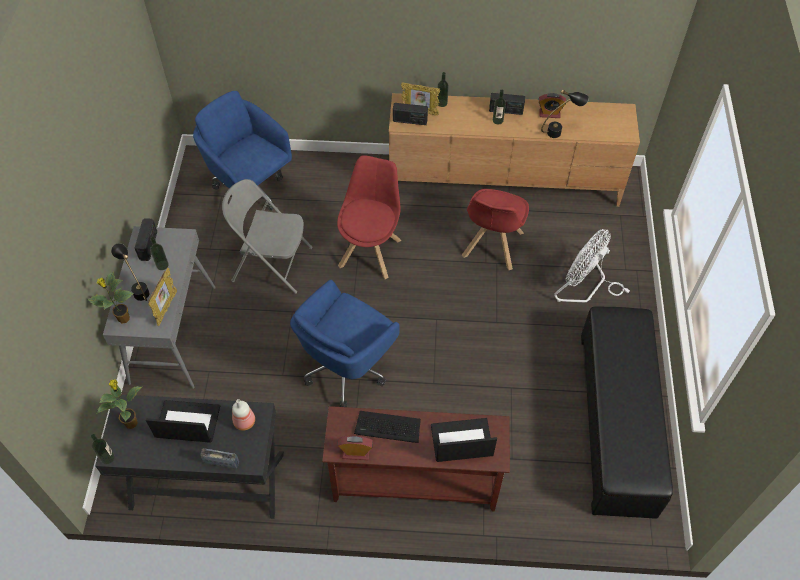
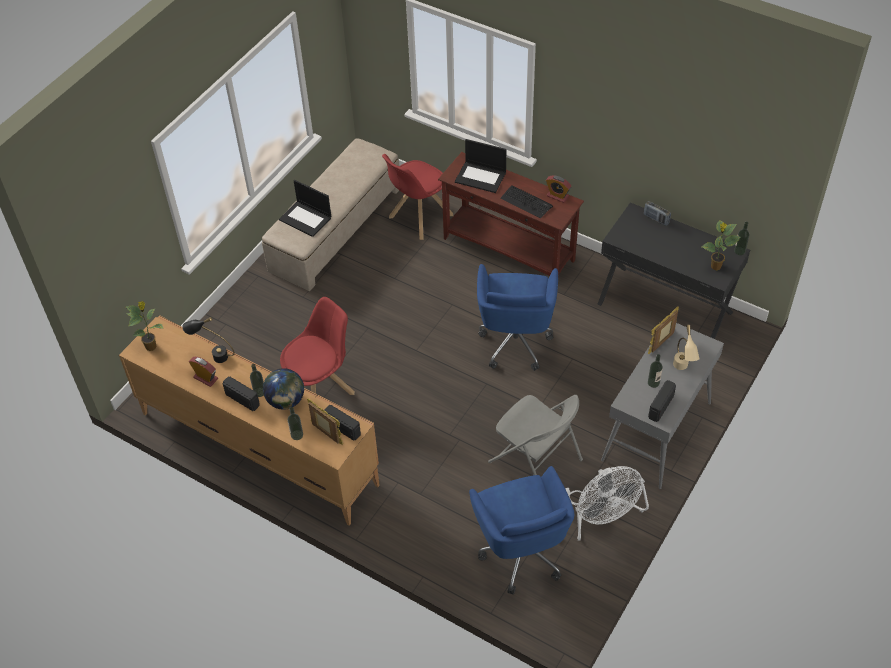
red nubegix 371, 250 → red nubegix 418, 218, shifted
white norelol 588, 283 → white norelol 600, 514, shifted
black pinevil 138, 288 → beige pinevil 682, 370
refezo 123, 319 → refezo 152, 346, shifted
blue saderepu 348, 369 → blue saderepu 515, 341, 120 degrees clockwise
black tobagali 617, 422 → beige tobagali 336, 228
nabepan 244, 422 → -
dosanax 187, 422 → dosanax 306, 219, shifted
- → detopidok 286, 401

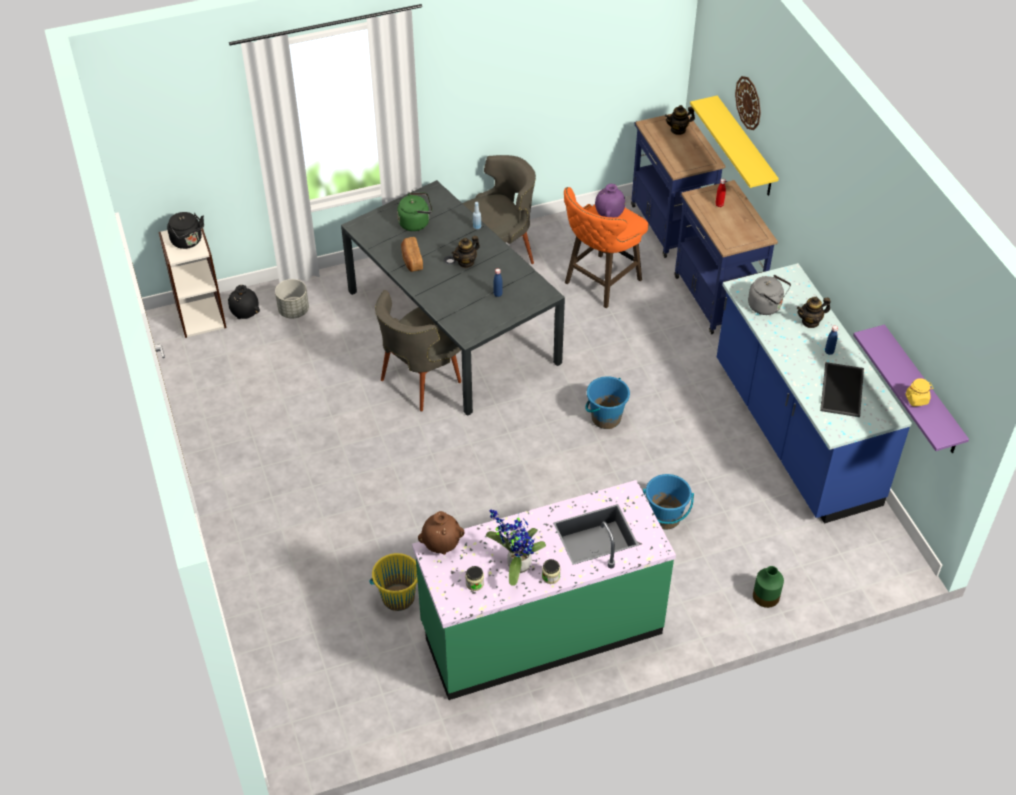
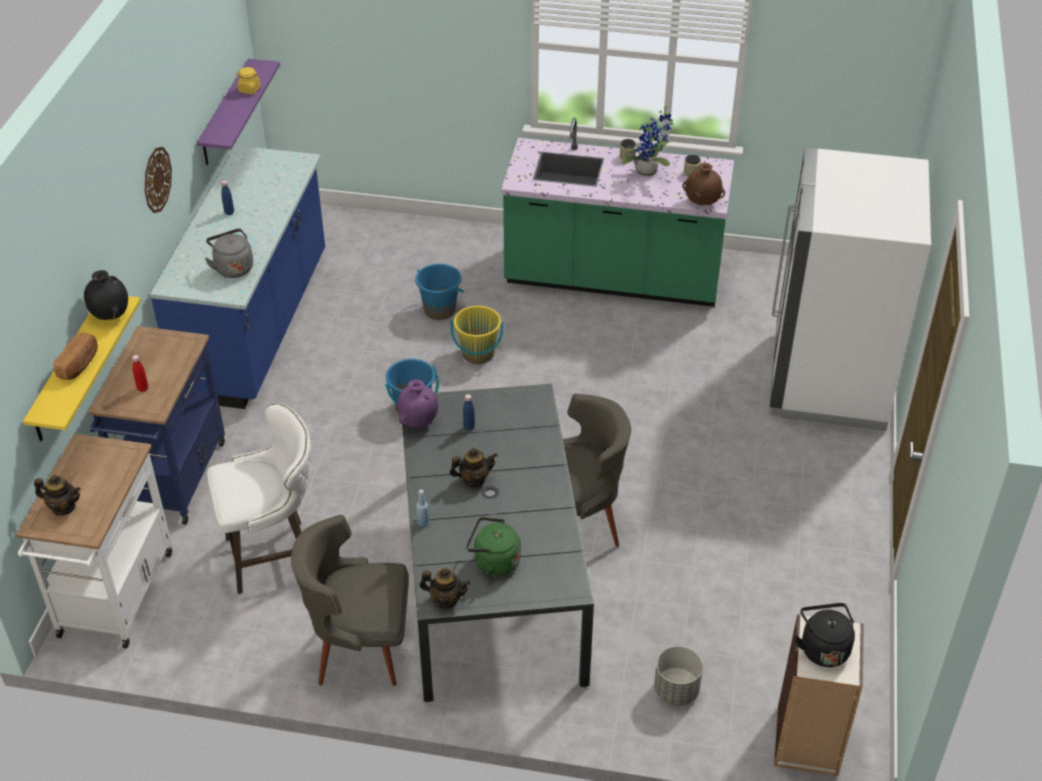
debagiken 748, 103 → debagiken 156, 179, shifted
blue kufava 668, 224 → white kufava 114, 597
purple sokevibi 609, 216 → purple sokevibi 418, 421, shifted
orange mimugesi 600, 283 → white mimugesi 275, 555
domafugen 411, 260 → domafugen 79, 364, shifted
black sokevibi 246, 315 → black sokevibi 110, 315, shifted
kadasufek 810, 322 → kadasufek 446, 600, shifted
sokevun 841, 389 → -
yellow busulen 398, 597 → yellow busulen 478, 354, shifted
green sokevibi 766, 596 → -
- → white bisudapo 828, 379

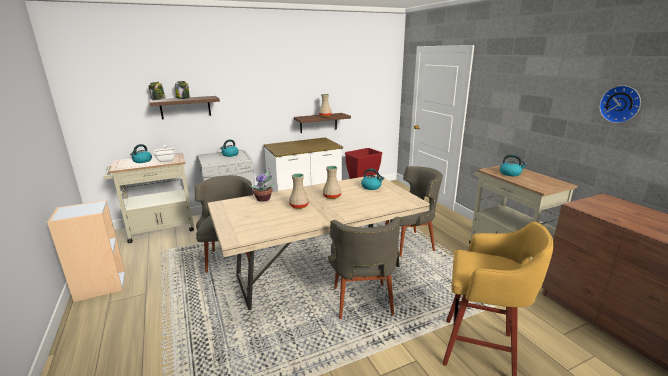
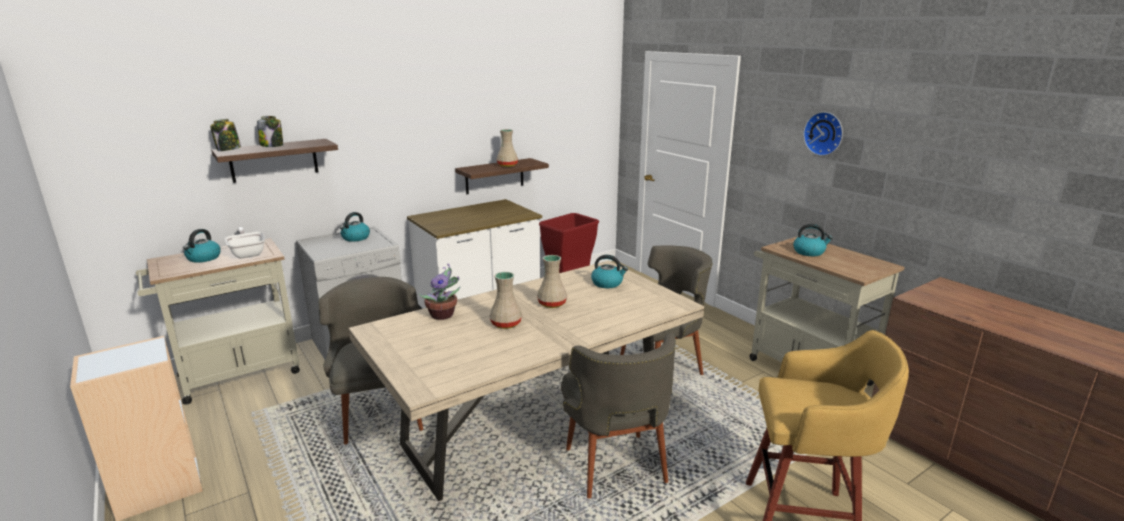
debagiken 621, 104 → debagiken 824, 133, shifted

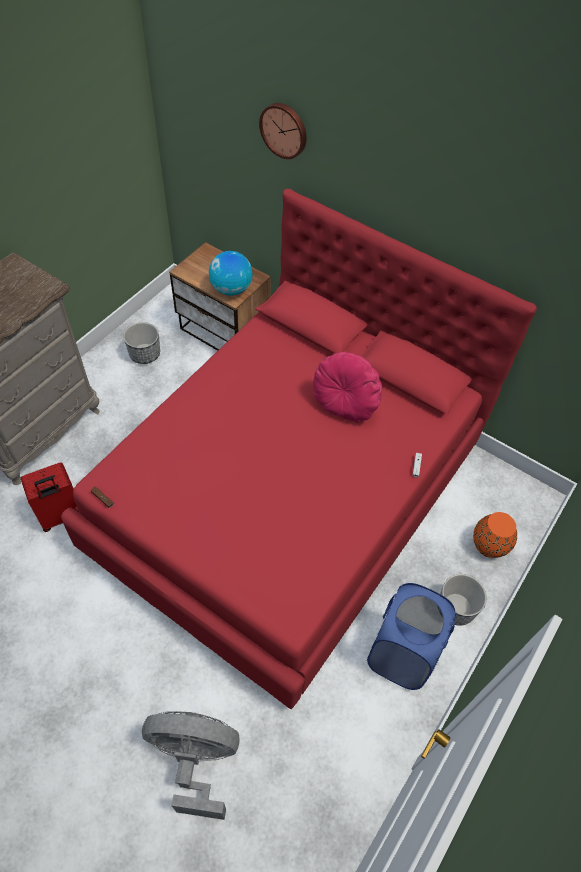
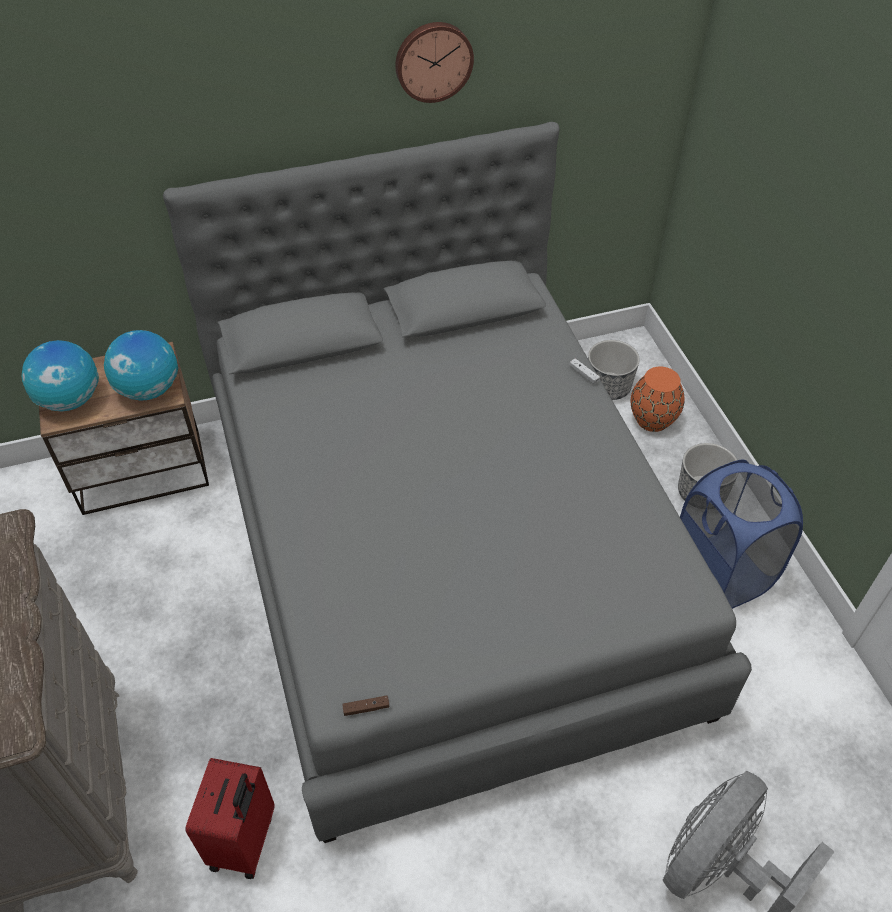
debagiken 284, 130 → debagiken 433, 61, shifted
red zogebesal 287, 496 → grey zogebesal 446, 555
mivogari 145, 354 → mivogari 608, 386, shifted
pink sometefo 344, 407 → -
- → detopidok 70, 400

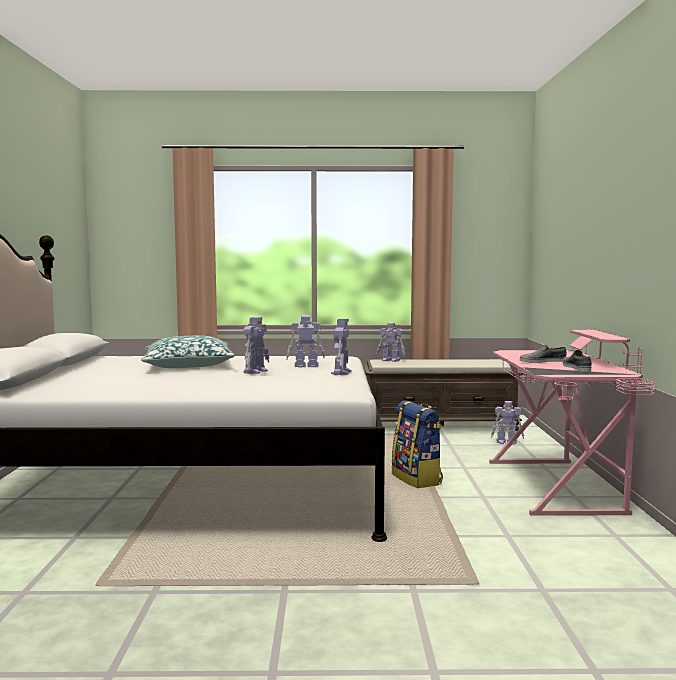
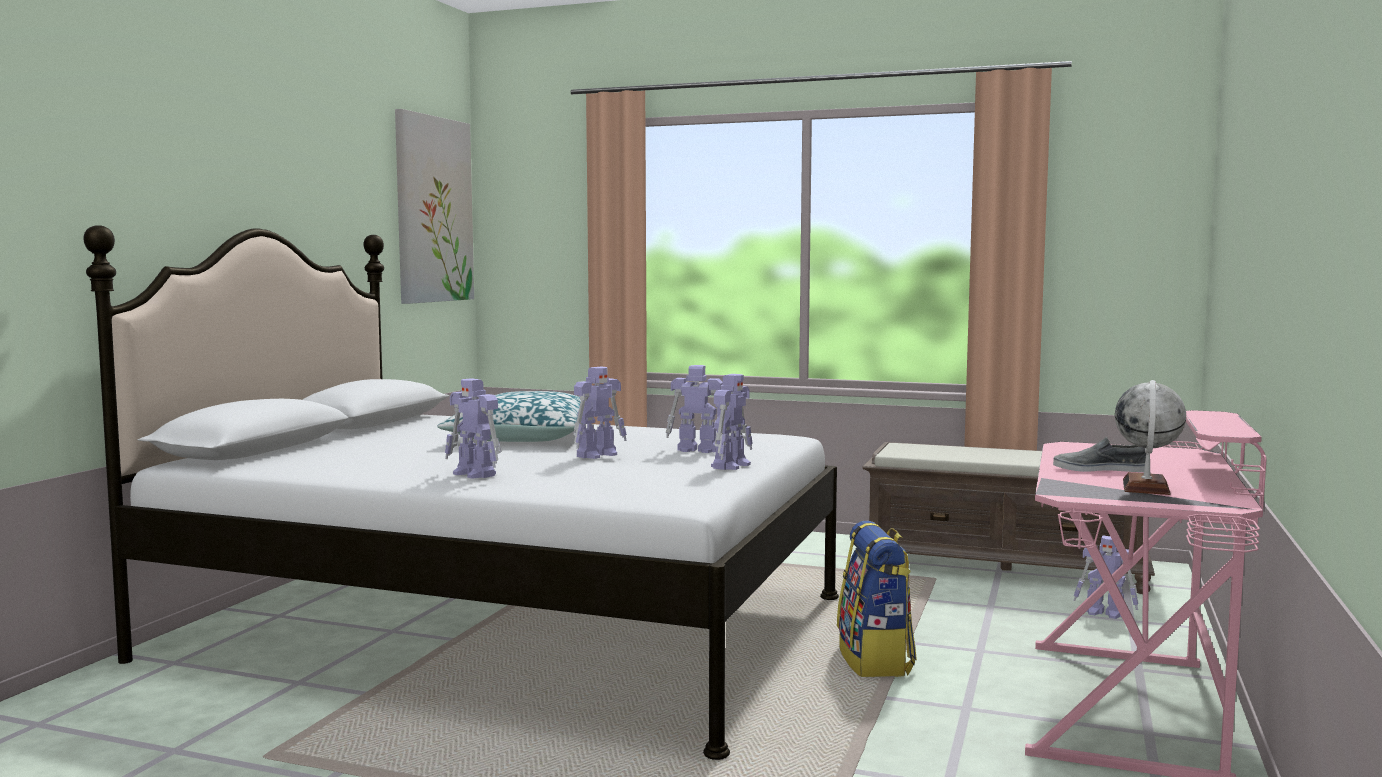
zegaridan 391, 360 → zegaridan 475, 474, shifted
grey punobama 577, 368 → detopidok 1146, 487
- → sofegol 433, 210

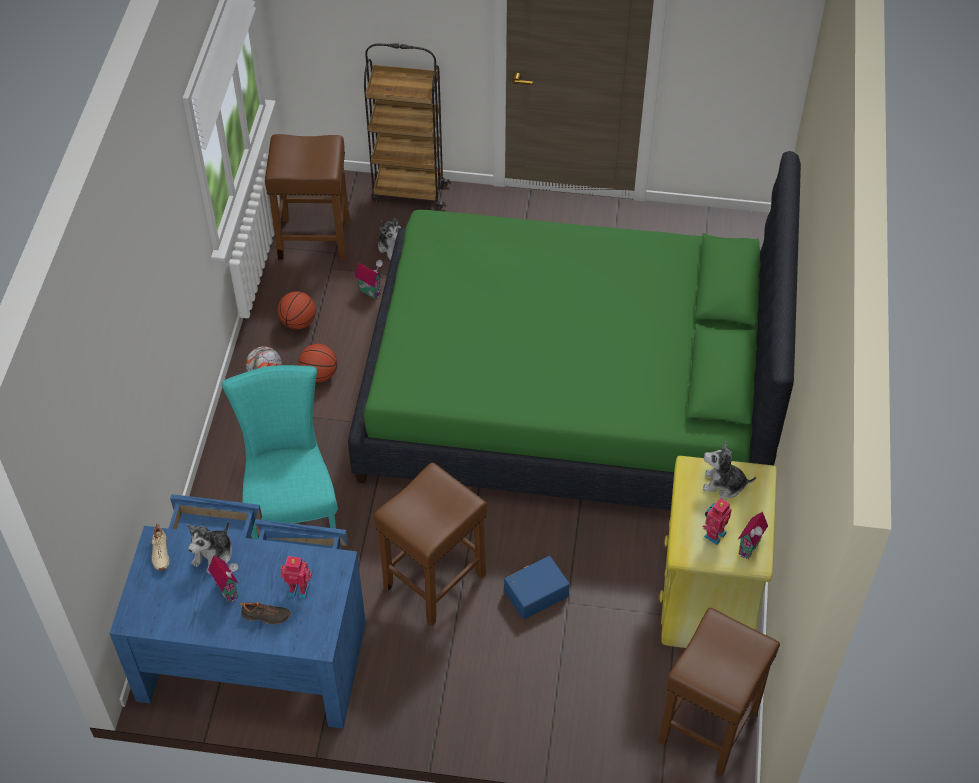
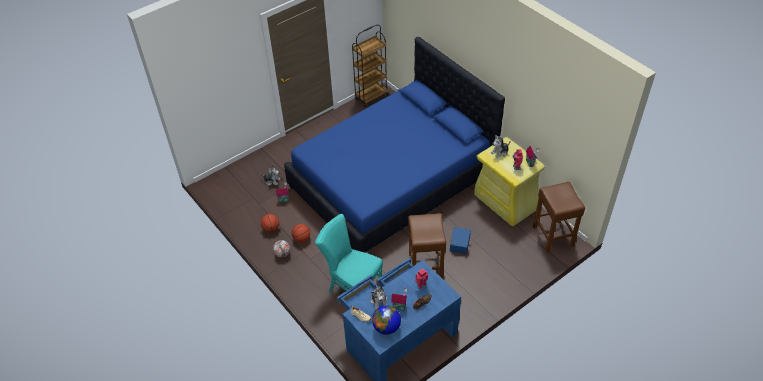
brown kufava 409, 192 → brown kufava 371, 97, shifted
brown mimugesi 315, 239 → -
green zogebesal 570, 396 → blue zogebesal 392, 180
- → detopidok 386, 327

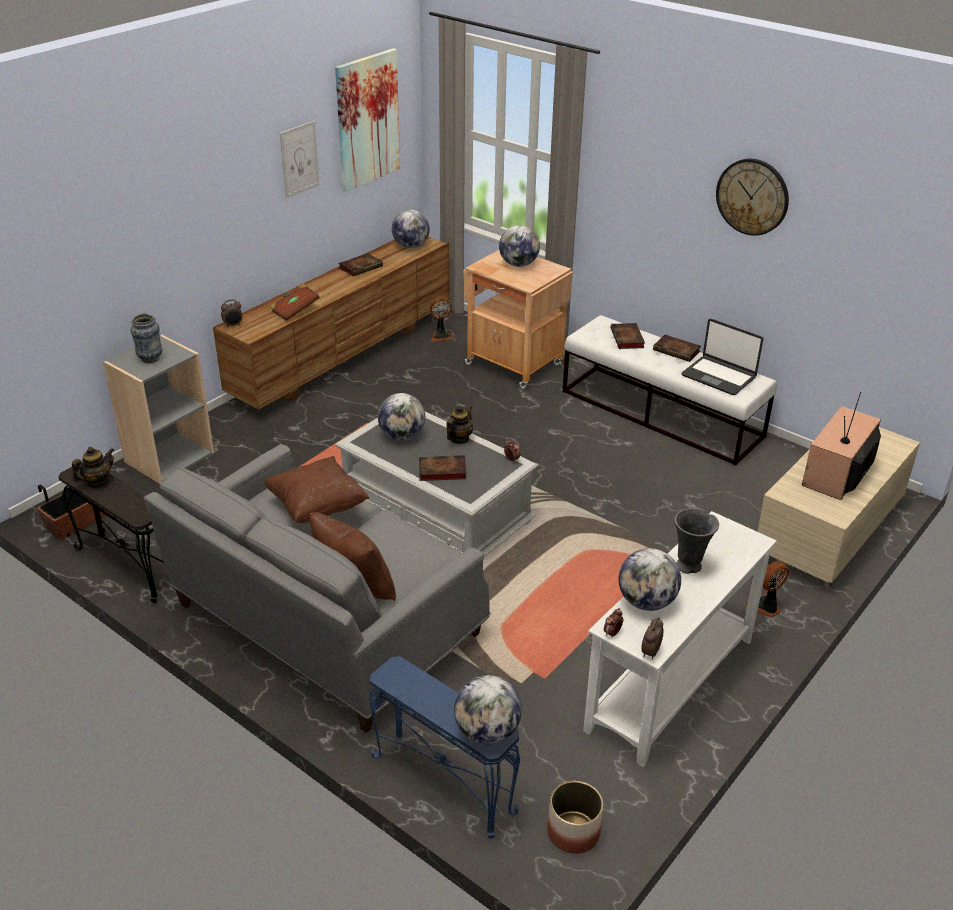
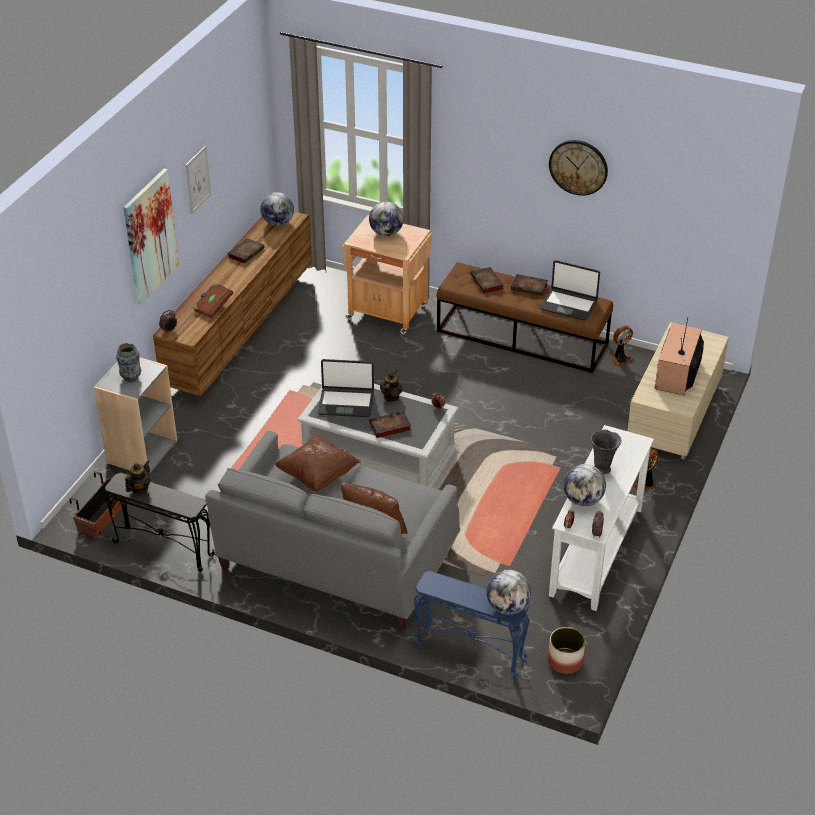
sofegol 367, 120 → sofegol 150, 236, shifted
norelol 441, 336 → norelol 621, 358, shifted
white tobagali 662, 414 → brown tobagali 522, 337
detopidok 402, 436 → dosanax 346, 403

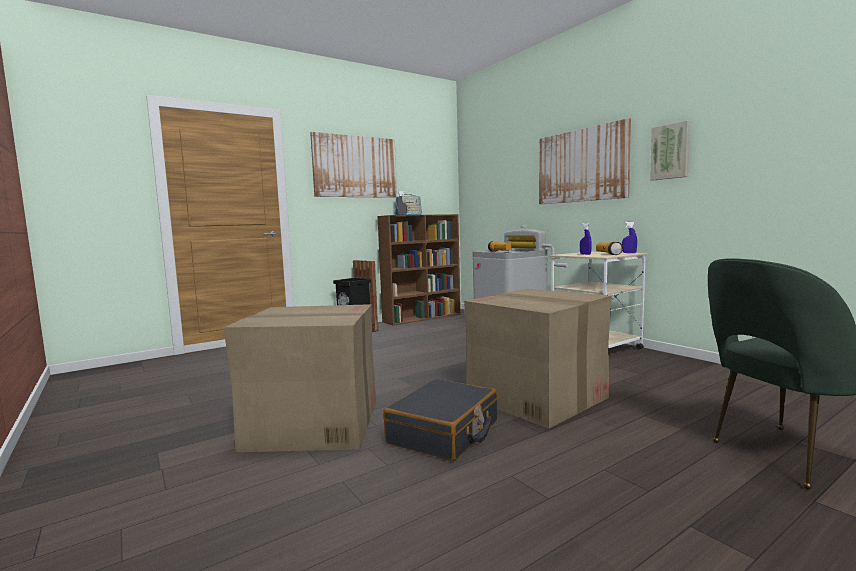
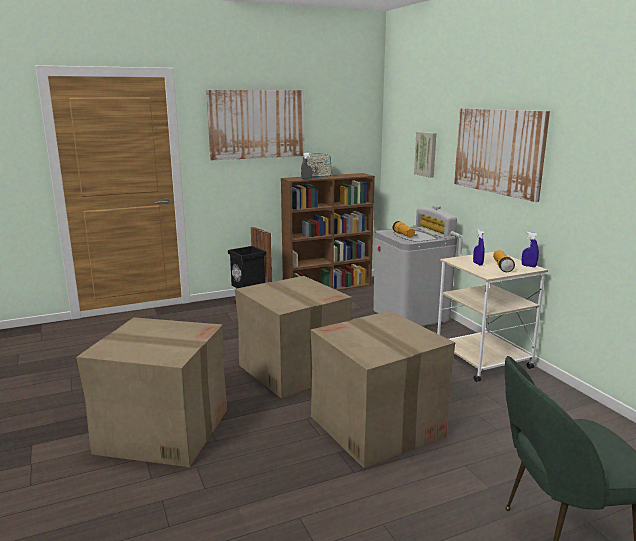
sofegol 670, 151 → sofegol 426, 154, shifted
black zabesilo 444, 432 → -
- → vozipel 293, 369

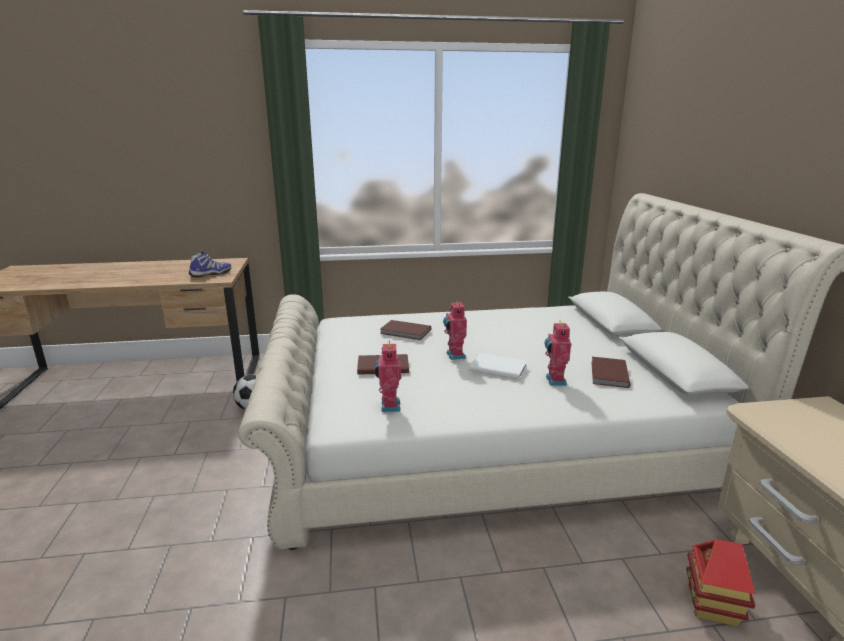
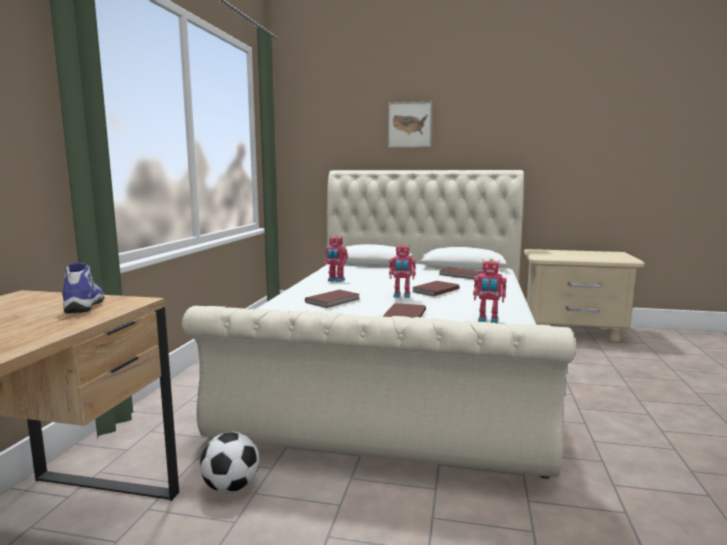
zegaridan 554, 381 → zegaridan 335, 280, shifted
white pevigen 497, 367 → brown pevigen 434, 290
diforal 712, 605 → -
- → sofegol 409, 125

